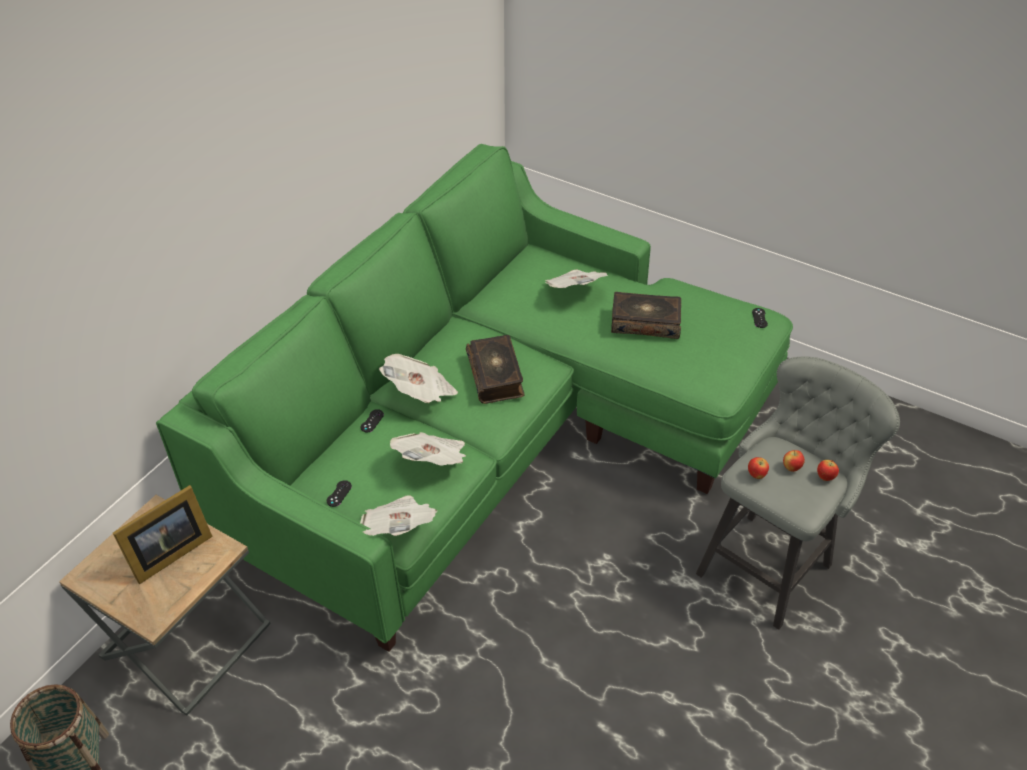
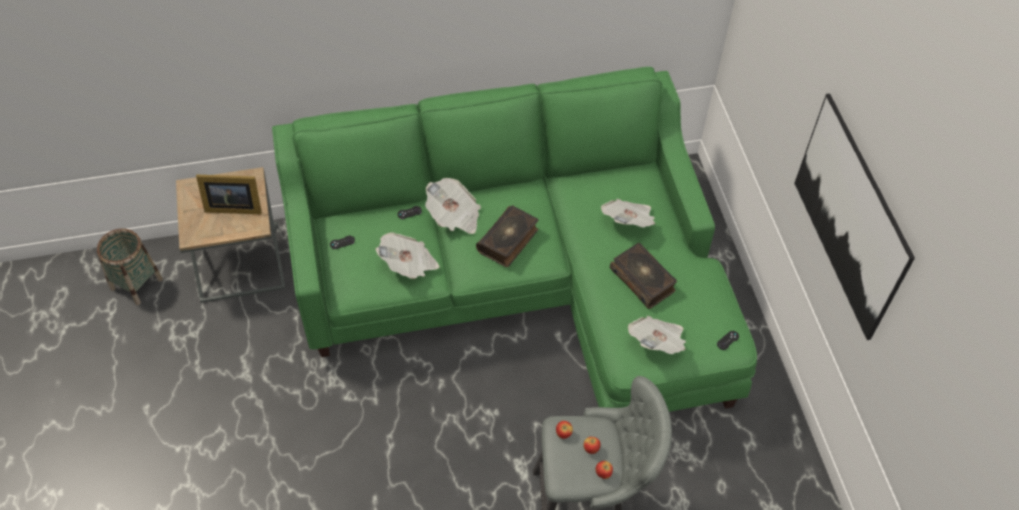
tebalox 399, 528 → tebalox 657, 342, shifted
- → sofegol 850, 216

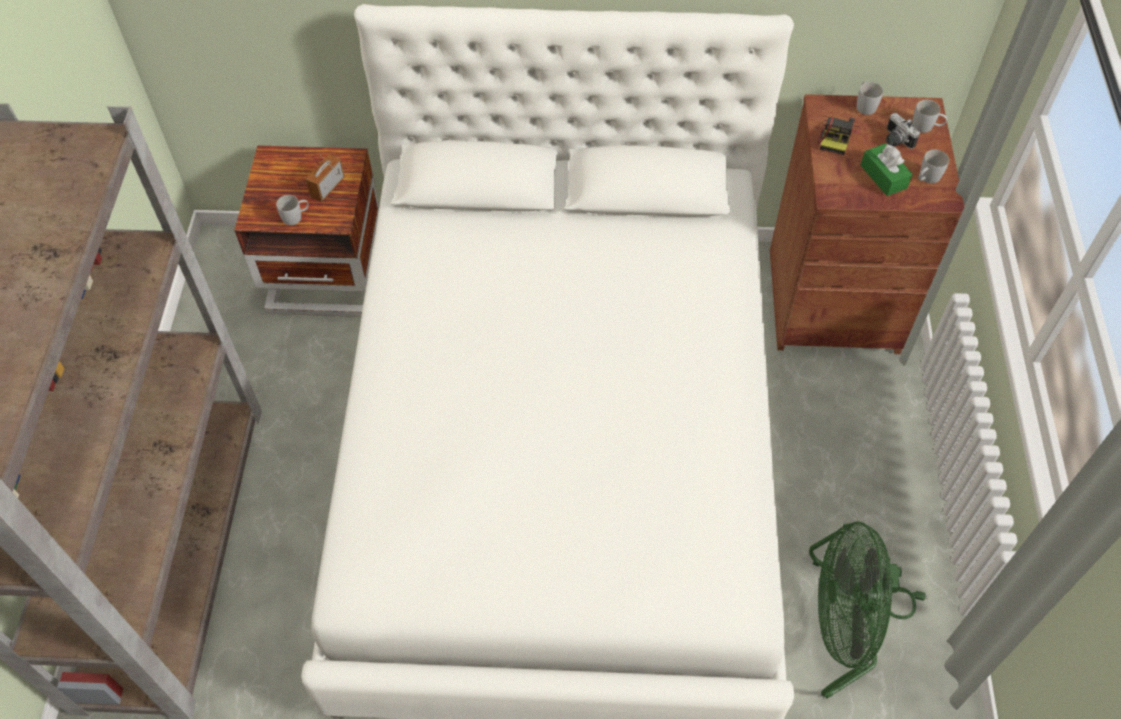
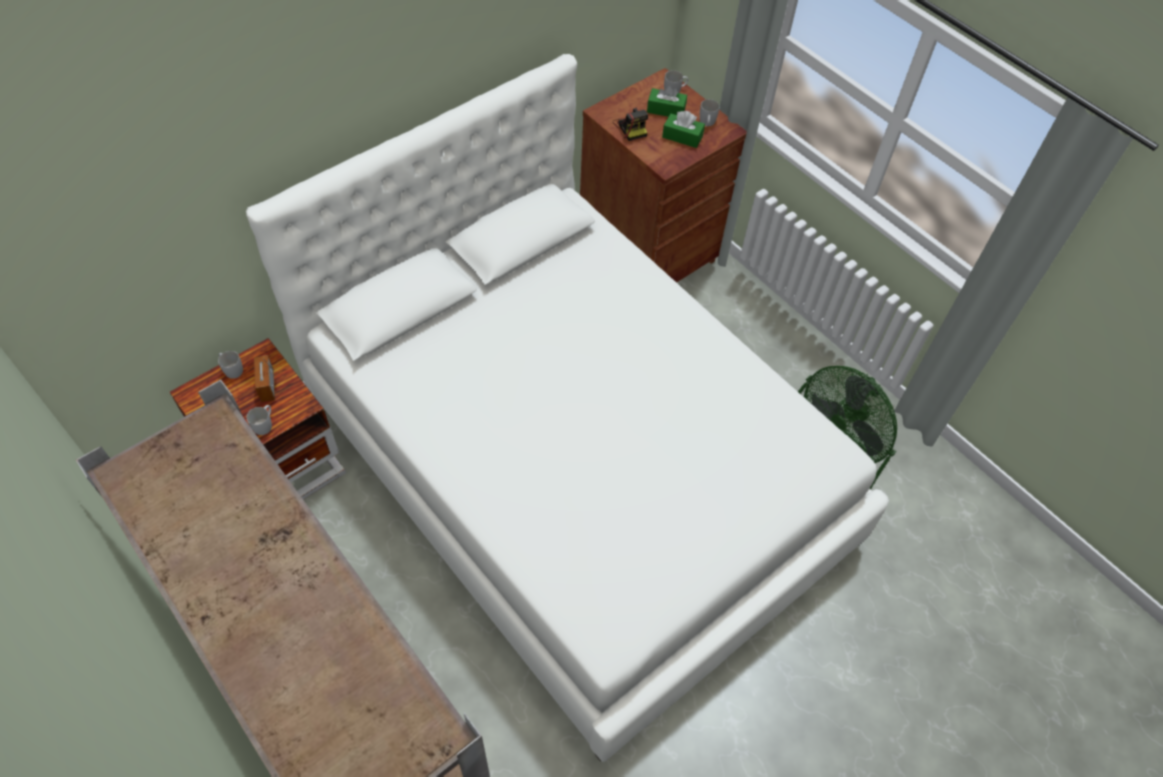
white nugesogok 864, 105 → white nugesogok 231, 369, shifted
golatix 895, 140 → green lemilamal 666, 110

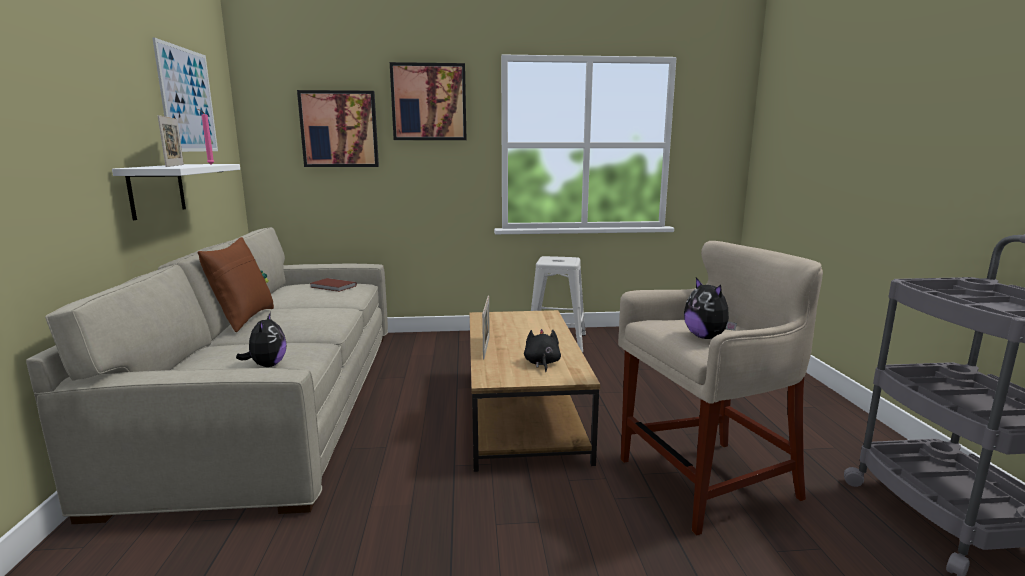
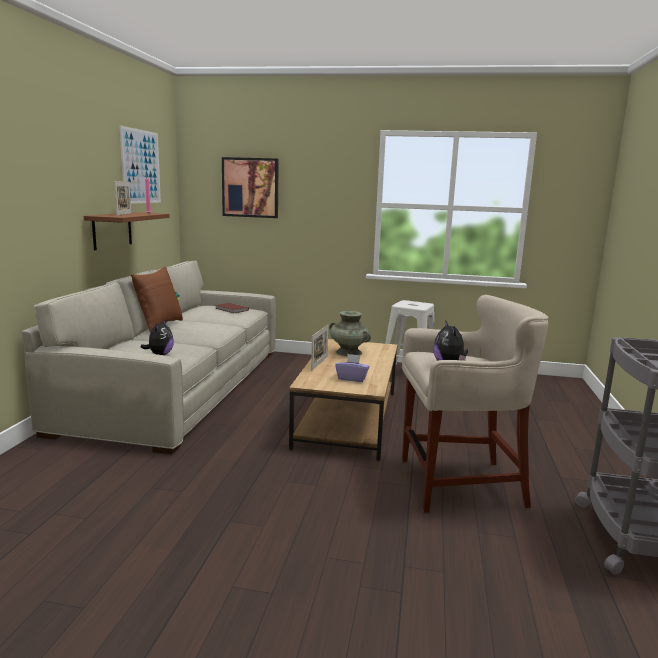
sofegol 429, 102 → -
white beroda 157, 190 → brown beroda 112, 230
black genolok 542, 363 → purple lemilamal 352, 378
- → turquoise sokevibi 348, 352

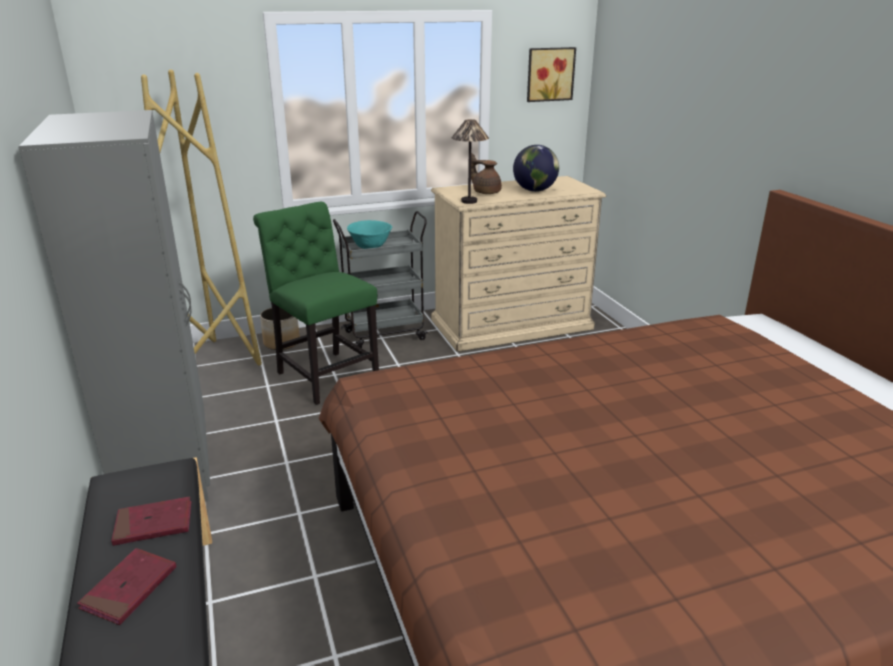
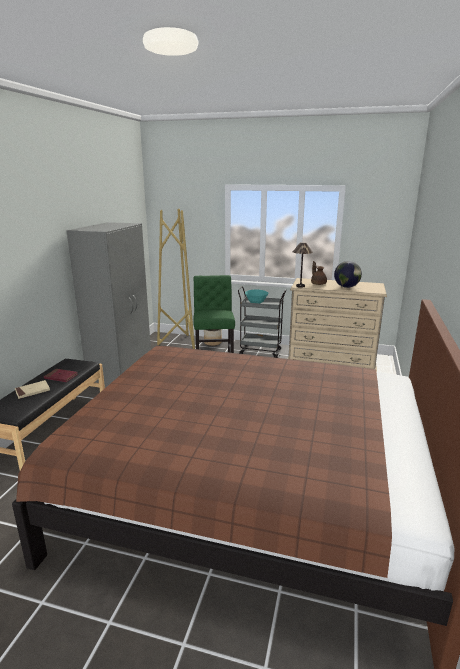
sofegol 549, 74 → -
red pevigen 129, 589 → beige pevigen 32, 391

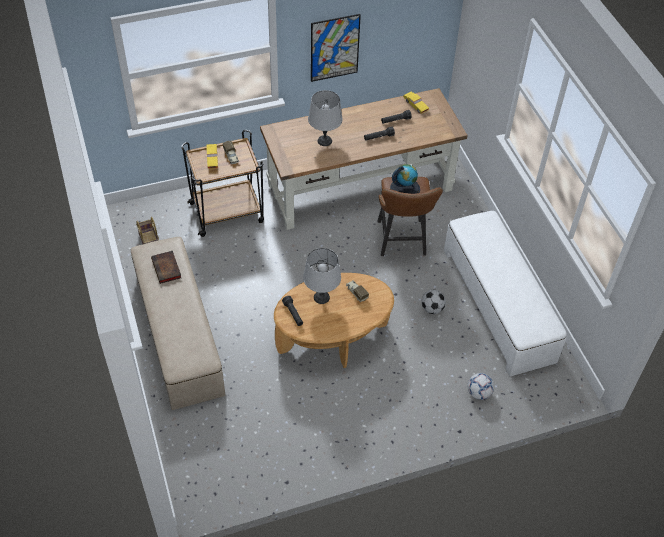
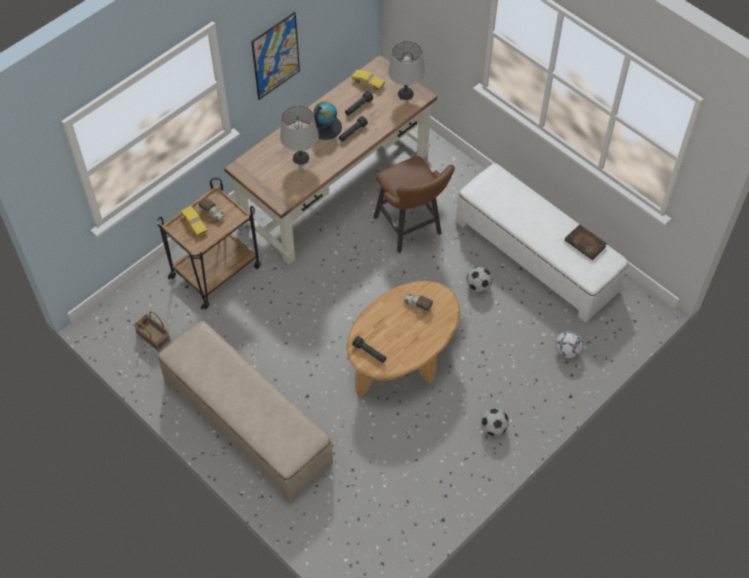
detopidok 405, 188 → detopidok 325, 127, shifted
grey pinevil 322, 297 → grey pinevil 406, 93, shifted
pevigen 167, 269 → pevigen 586, 244, shifted
- → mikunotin 493, 428

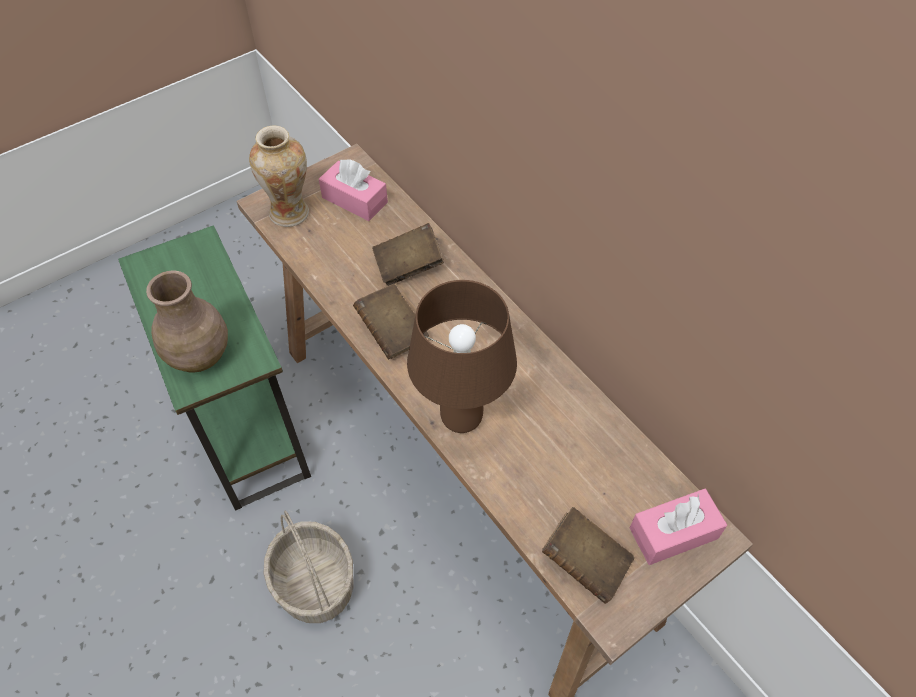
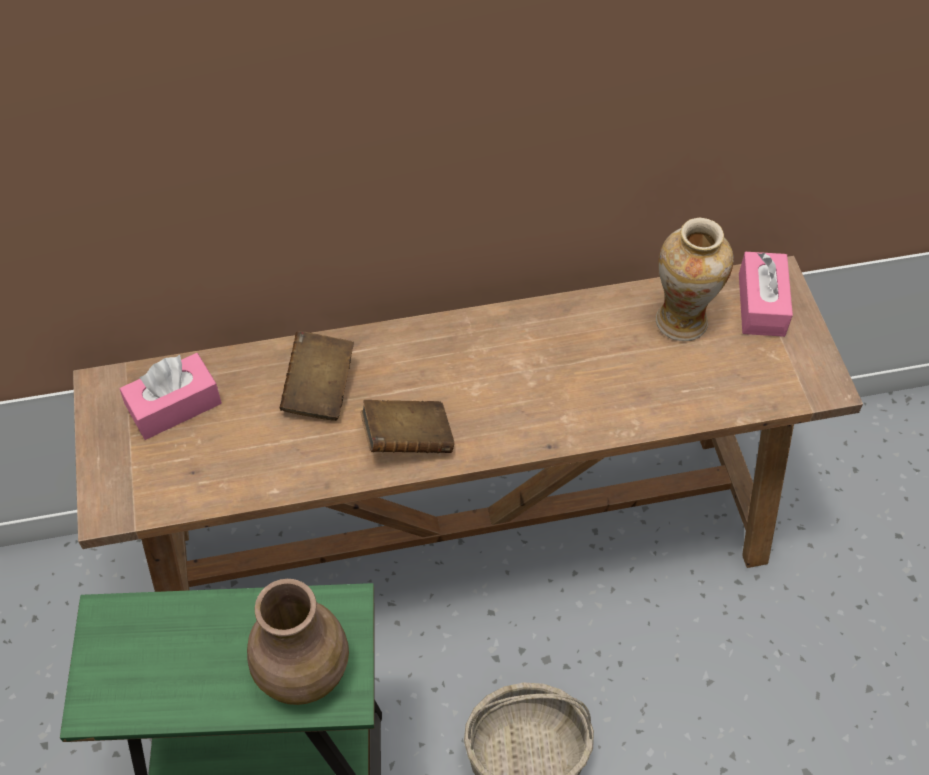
sokevibi 290, 213 → sokevibi 681, 321, shifted
brown pinevil 462, 418 → -
brown pevigen 585, 562 → -

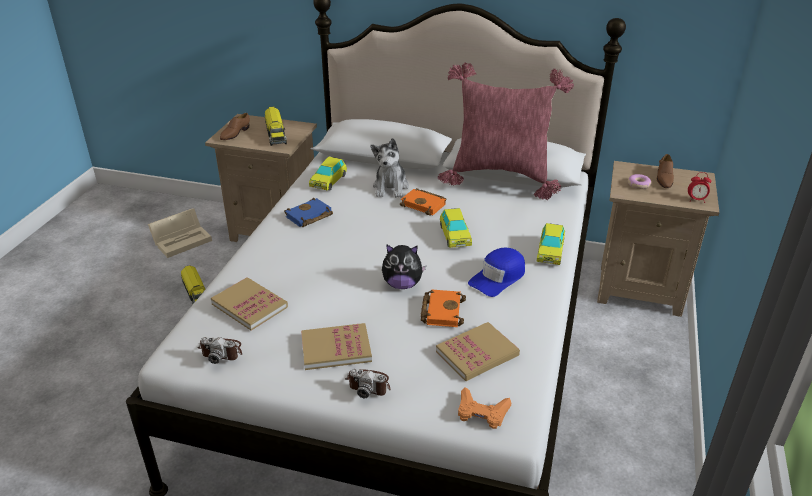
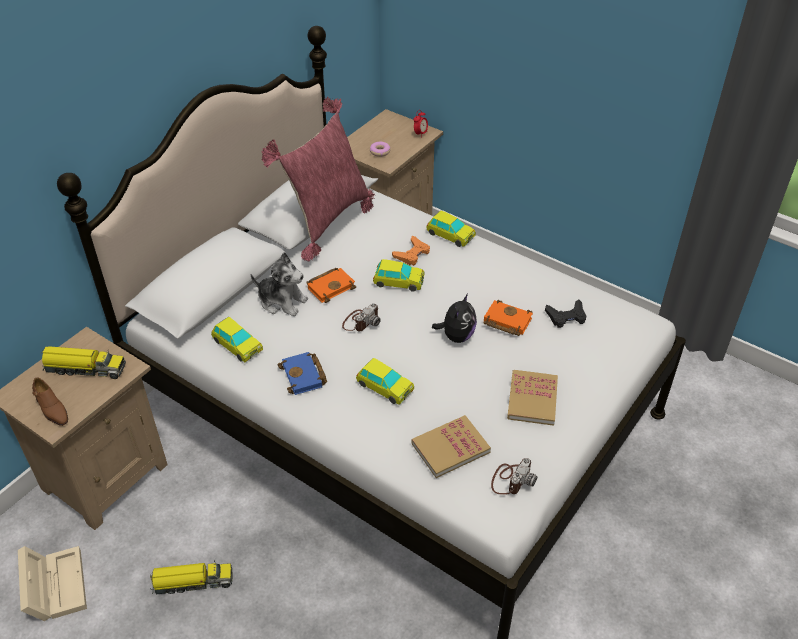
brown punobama 664, 179 → -
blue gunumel 498, 278 → -
pevigen 477, 353 → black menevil 566, 317
golatix 369, 384 → golatix 361, 321, shifted
orange menevil 482, 412 → orange menevil 412, 254, shifted
- → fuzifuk 385, 387

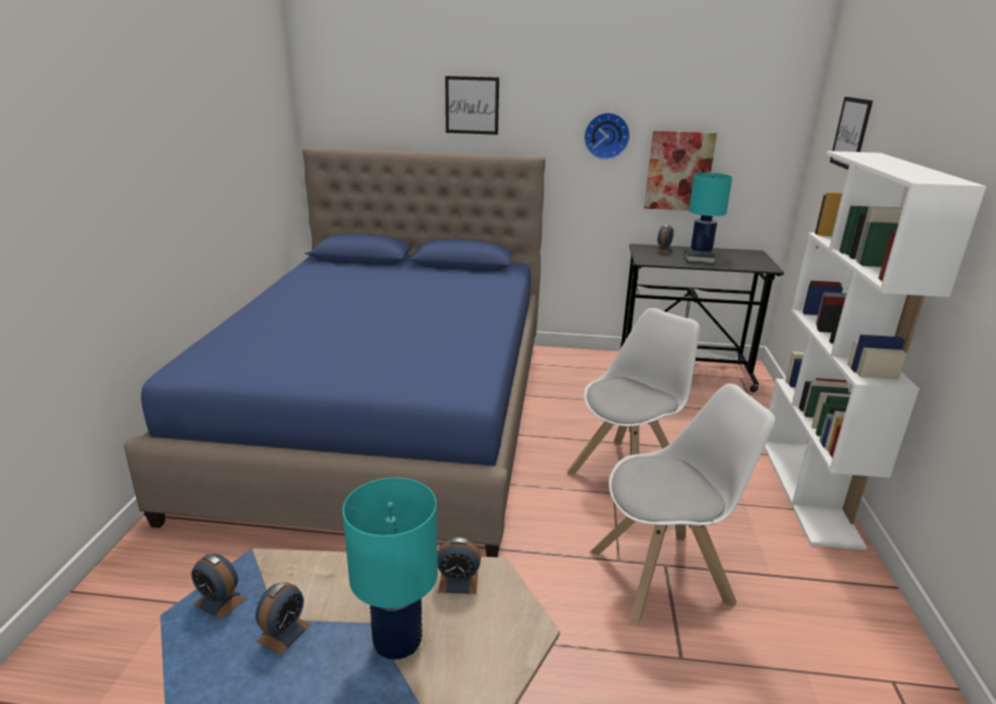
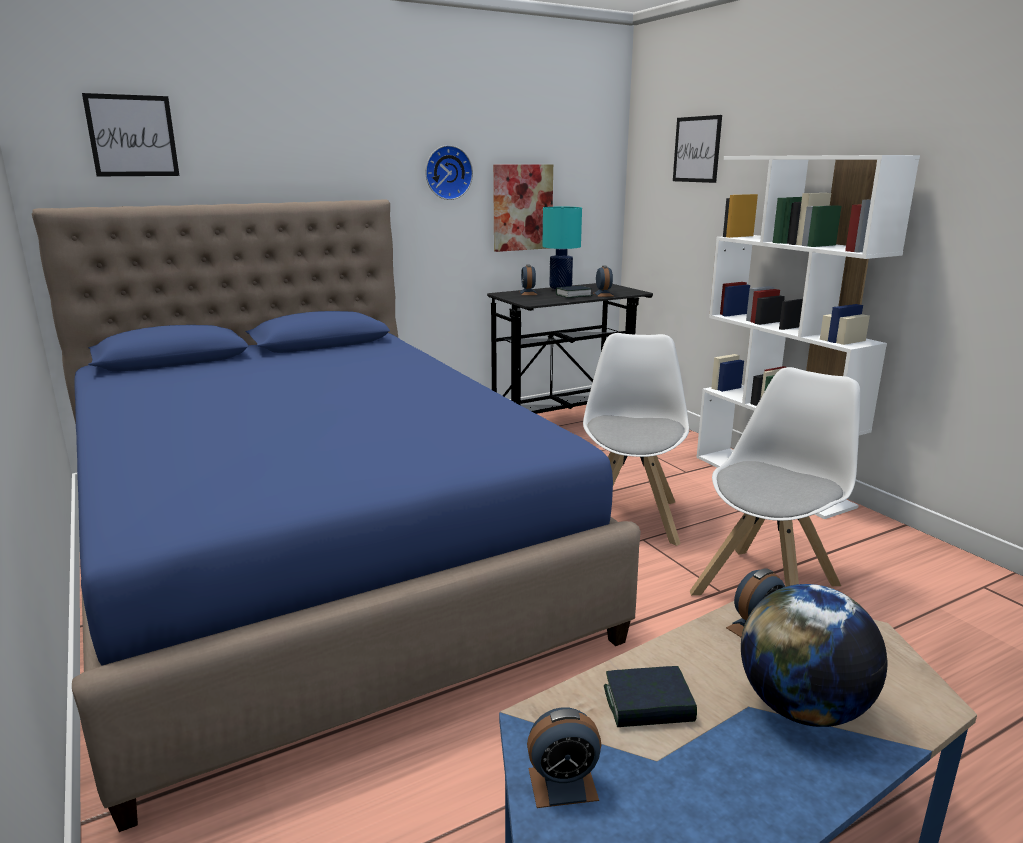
sofegol 472, 105 → sofegol 132, 136, shifted
turquoise pinevil 397, 643 → detopidok 802, 708
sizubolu 283, 632 → sizubolu 603, 294, shifted
- → pevigen 648, 705

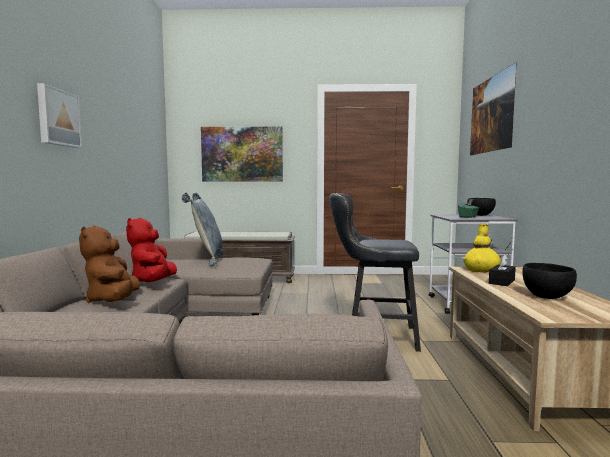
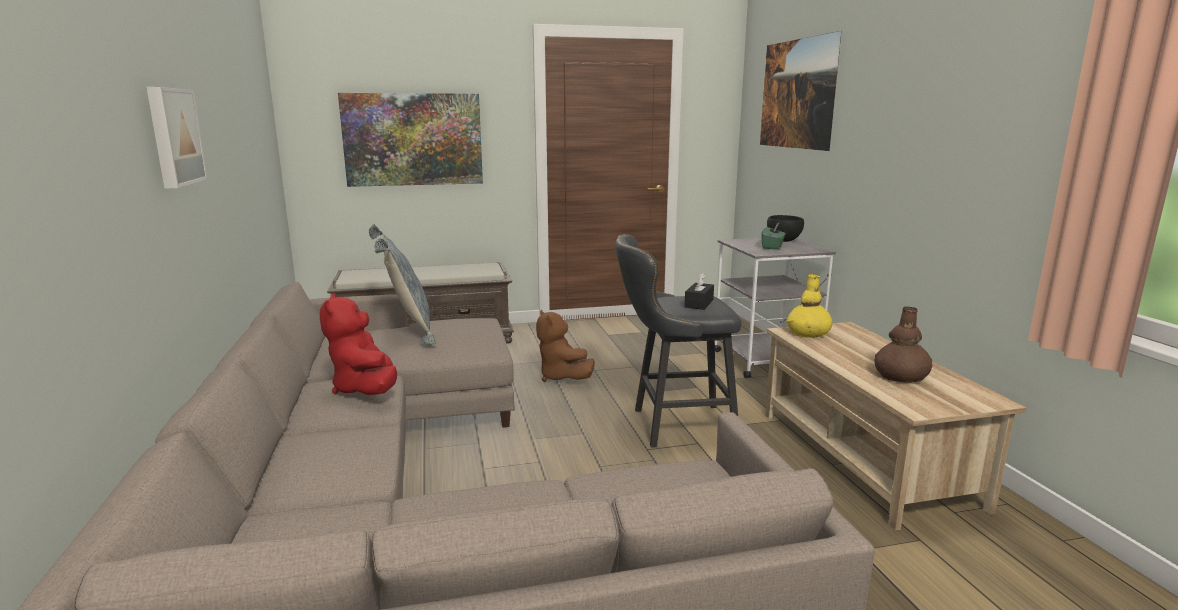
brown genolok 113, 301 → brown genolok 562, 377, shifted
black lemilamal 501, 281 → black lemilamal 699, 303, shifted
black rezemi 546, 296 → brown sokevibi 900, 376

